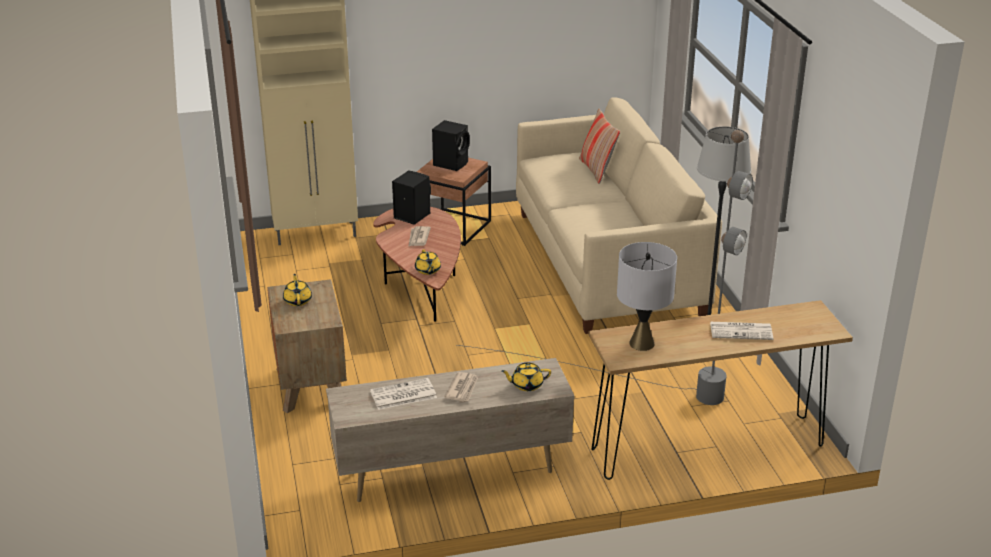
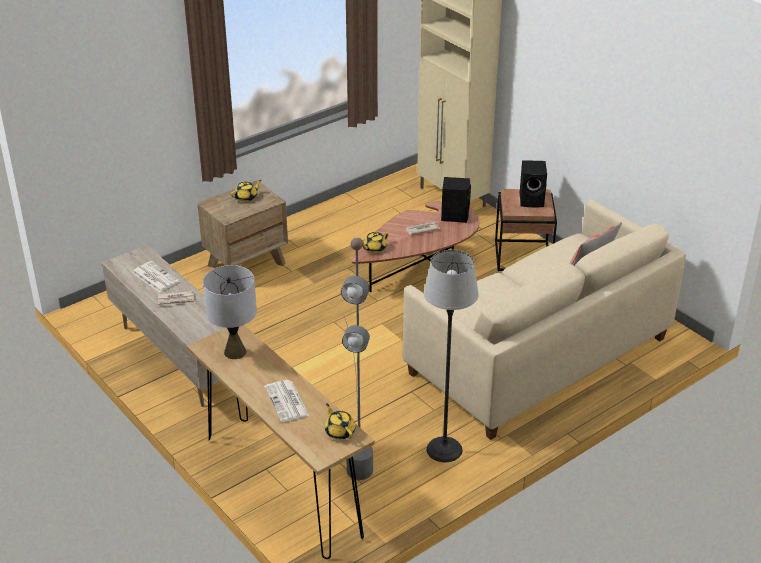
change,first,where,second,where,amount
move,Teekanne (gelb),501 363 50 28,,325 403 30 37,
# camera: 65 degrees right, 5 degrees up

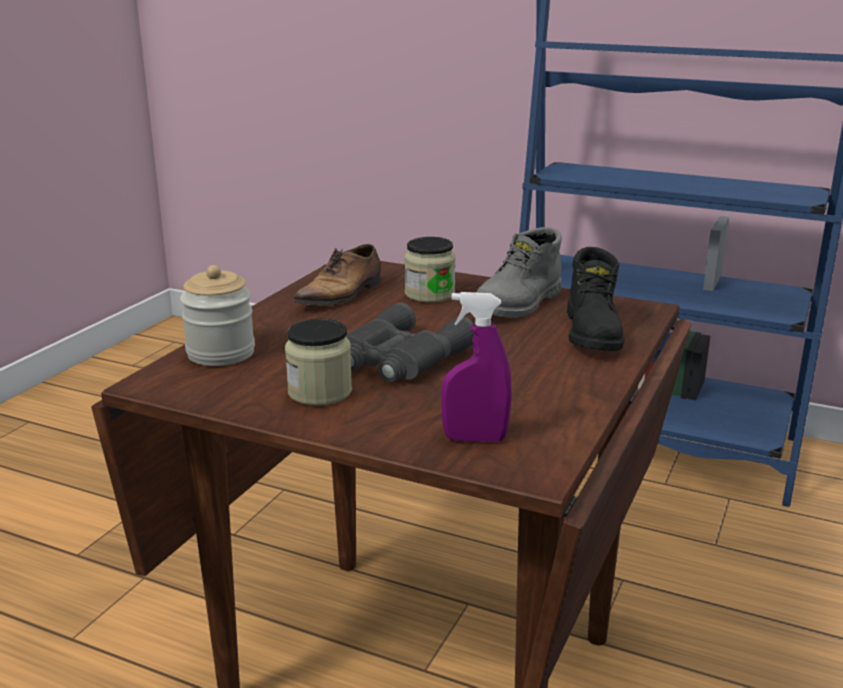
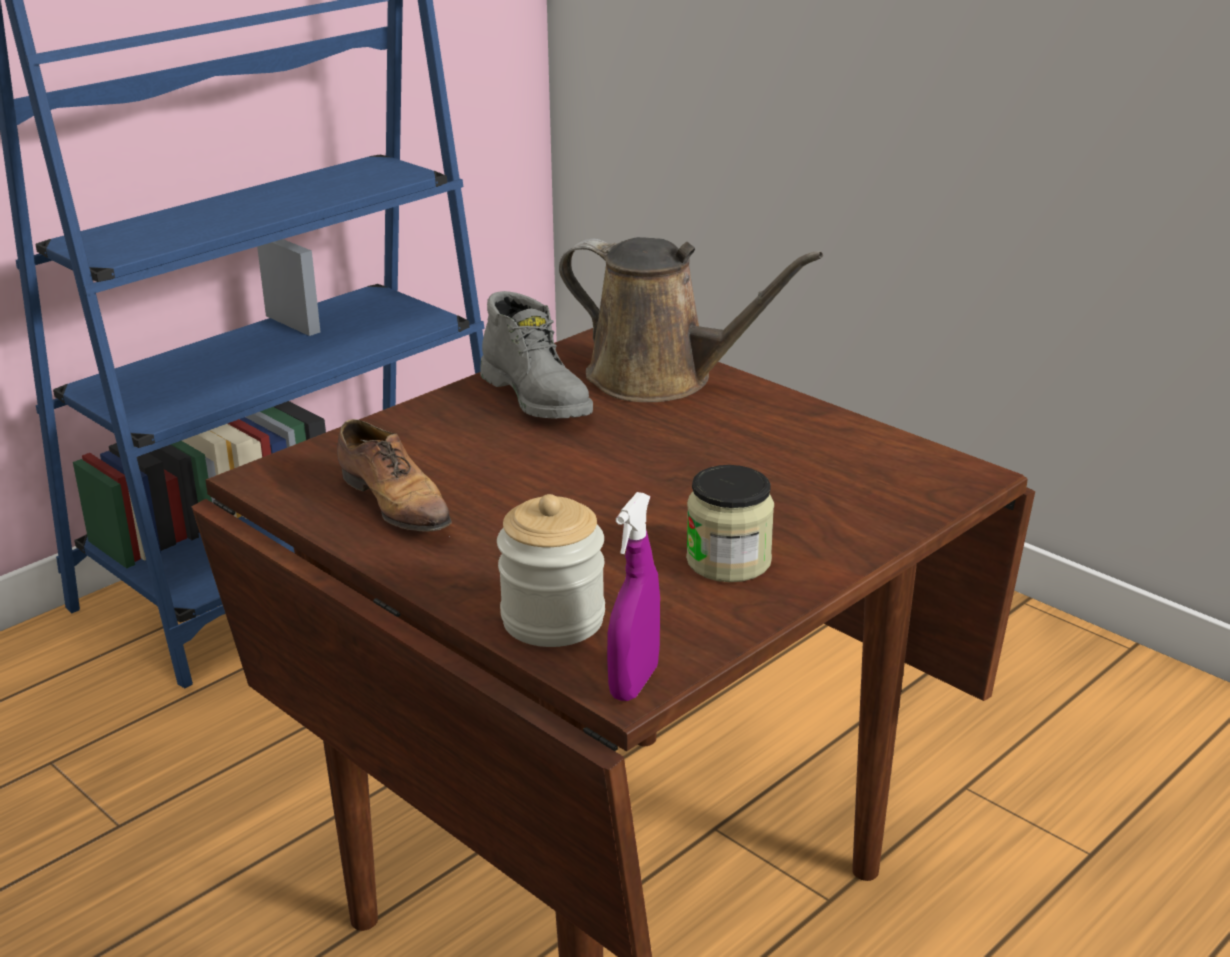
change,first,where,second,where,amount
delete,Vorratsglas,404 237 52 66,,,
replace,Stiefel (schwarz),567 247 58 104,Gießkanne (braun),559 237 264 165,
move,Sprühflasche (lila),441 292 71 150,,607 492 53 209,
delete,Fernglas (grau),346 302 128 80,,,
# camera: 70 degrees left, 5 degrees up

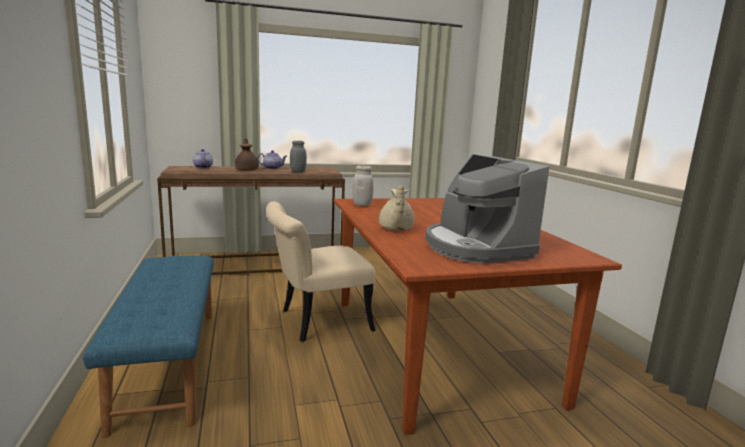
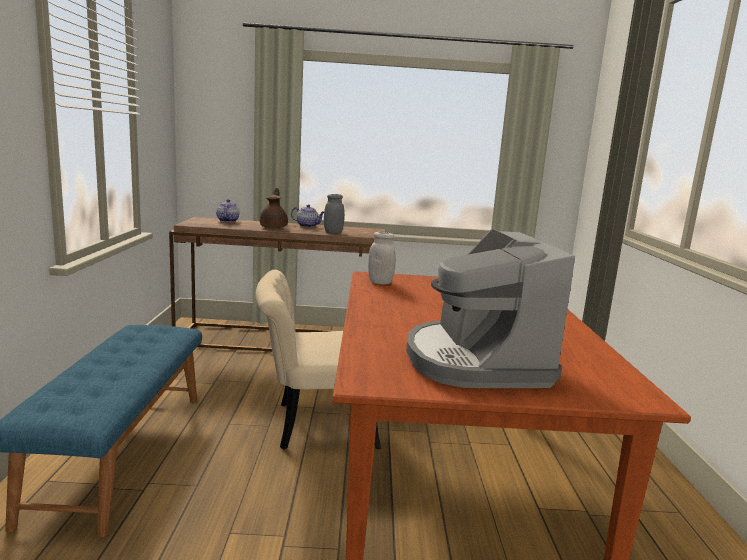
change,first,where,second,where,amount
delete,Teekanne (beige),379 185 35 45,,,
# camera: 15 degrees right, 0 degrees up

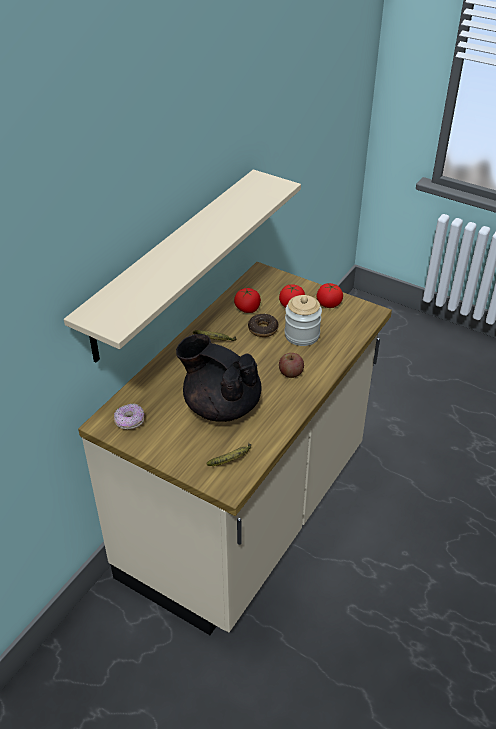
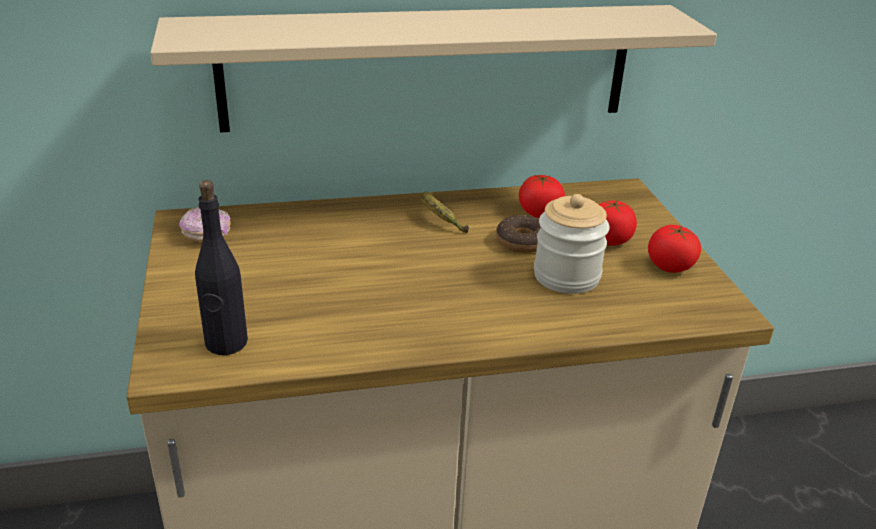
change,first,where,second,where,amount
delete,Teekanne (schwarz),176 334 86 88,,,
delete,Apfel,279 353 25 25,,,
replace,Banane,206 443 45 23,Flasche (schwarz),195 180 53 175,
# camera: 45 degrees right, 10 degrees down

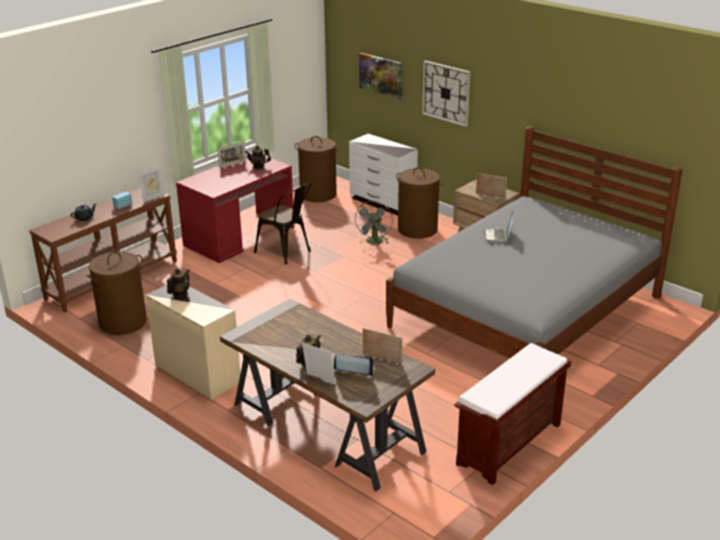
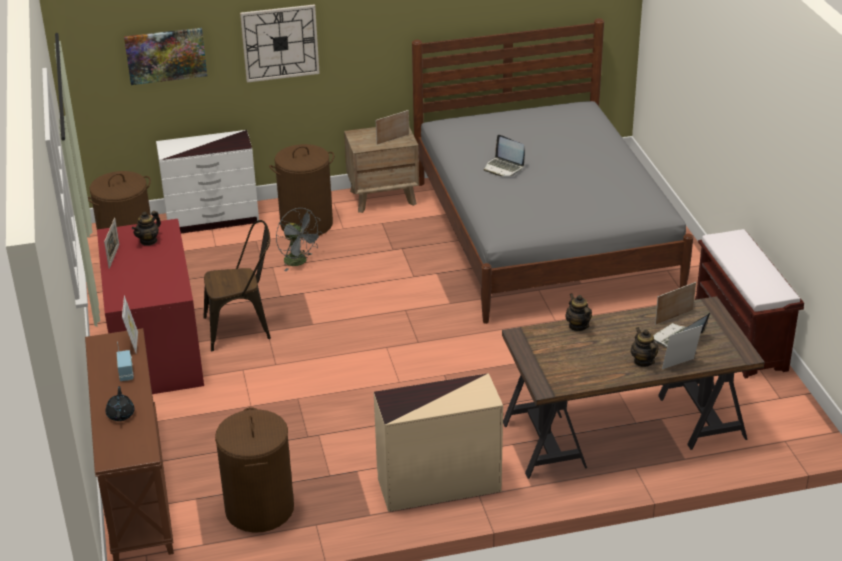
change,first,where,second,where,amount
move,Teekanne,167 268 23 30,,565 293 27 38,
# camera: 55 degrees left, 5 degrees up

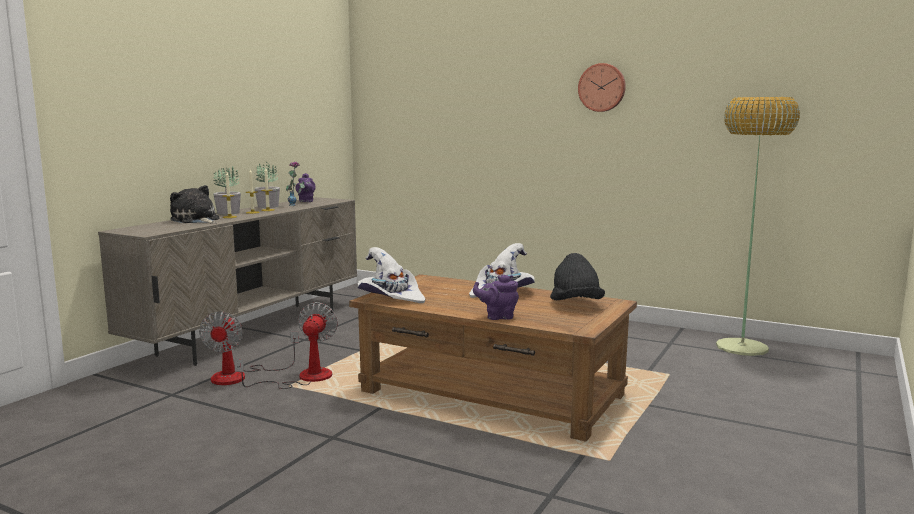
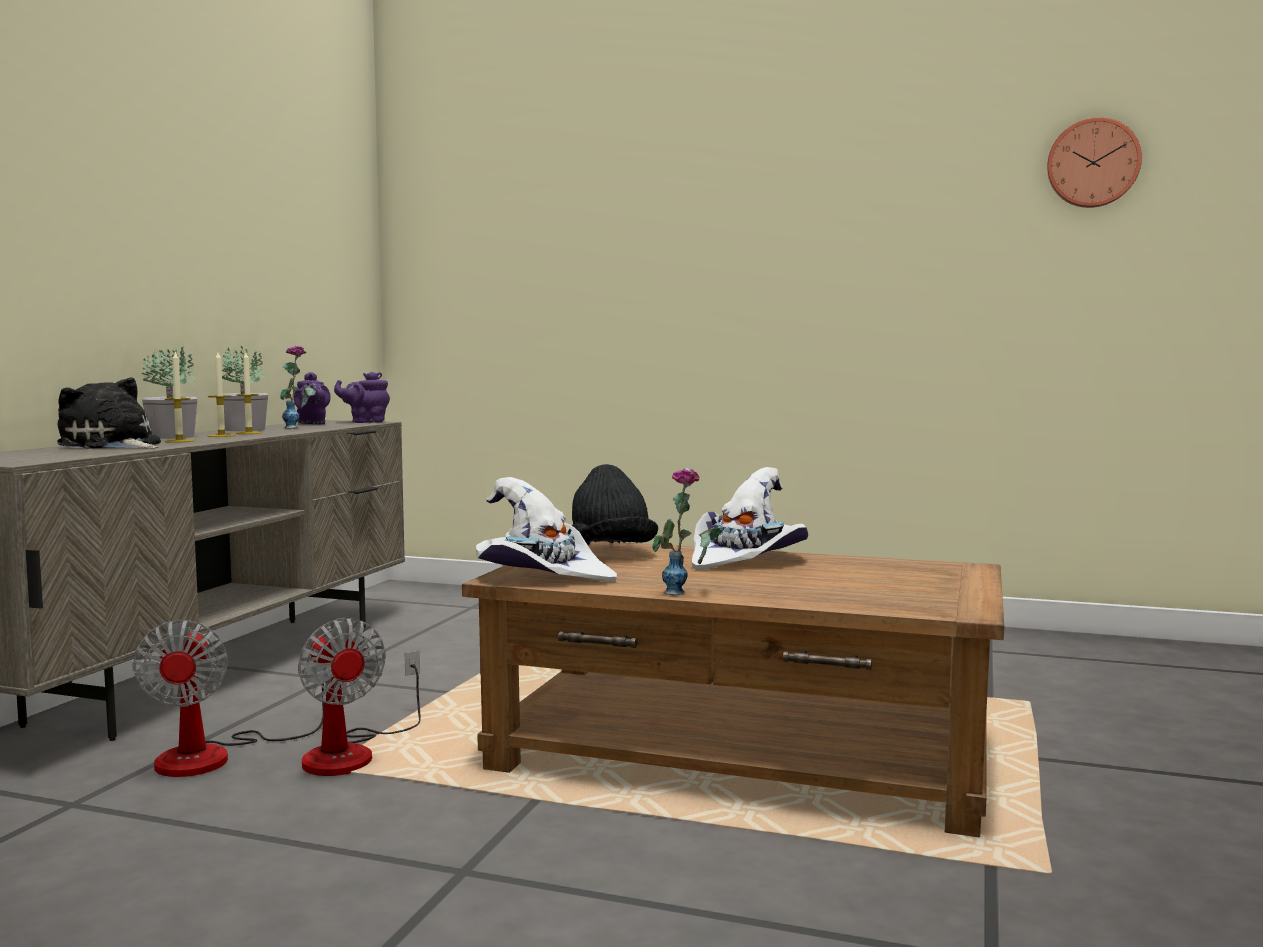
change,first,where,second,where,amount
move,Wanduhr,578 63 48 49,,1047 117 95 91,
delete,Stehlampe,716 97 84 259,,,
move,Hut (schwarz),550 253 55 47,,572 464 86 81,
move,Teekanne (lila),473 275 46 45,,334 372 56 51,
rotate,Ventilator,234 302 104 87,,298 618 123 158,150 degrees clockwise
insert,,,Vase,652 468 70 128,
# camera: 10 degrees left, 5 degrees down

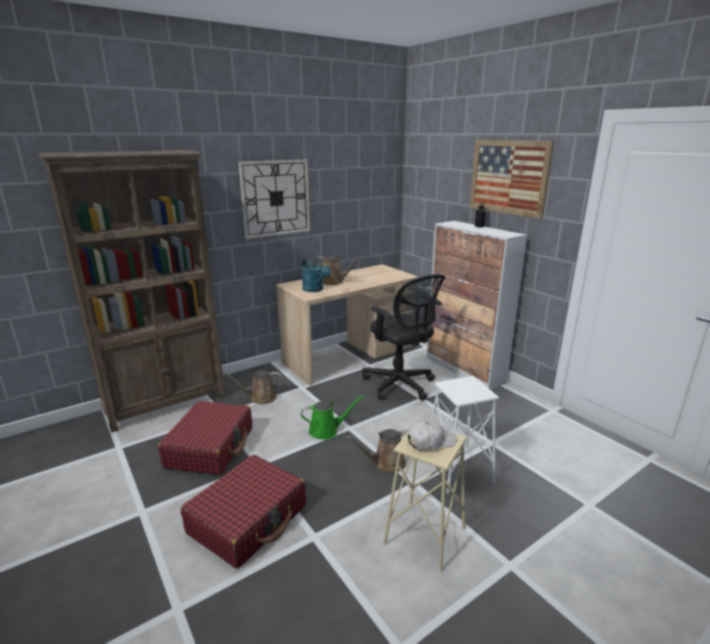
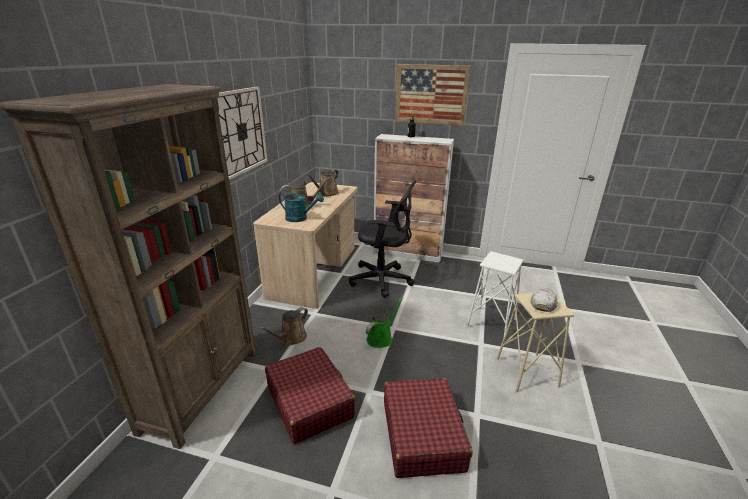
change,first,where,second,where,amount
move,Gießkanne (braun),346 429 62 44,,307 169 32 28,
# camera: 40 degrees left, 5 degrees up

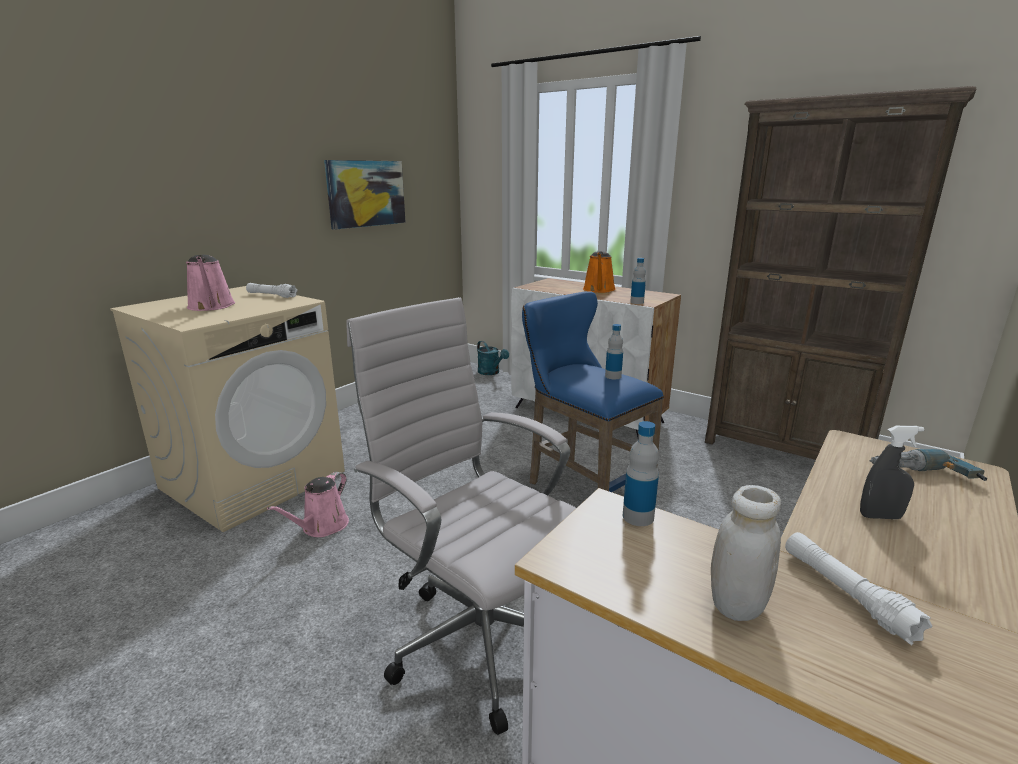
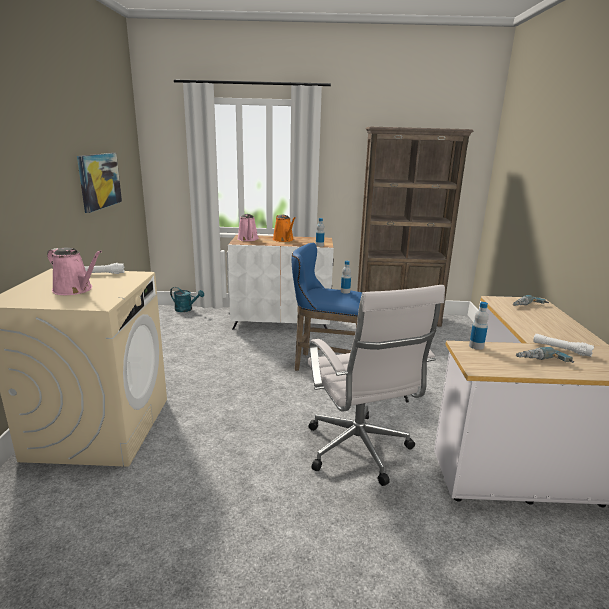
change,first,where,second,where,amount
rotate,Bürostuhl (weiß),346 297 230 438,,308 285 137 201,120 degrees counterclockwise
delete,Sprühflasche (grau),860 426 65 93,,,
move,Gießkanne (rosa),267 472 82 65,,237 214 22 27,
replace,Vorratsglas (weiß),711 485 70 136,Bohrmaschine,516 347 58 16,
# camera: 35 degrees left, 0 degrees up

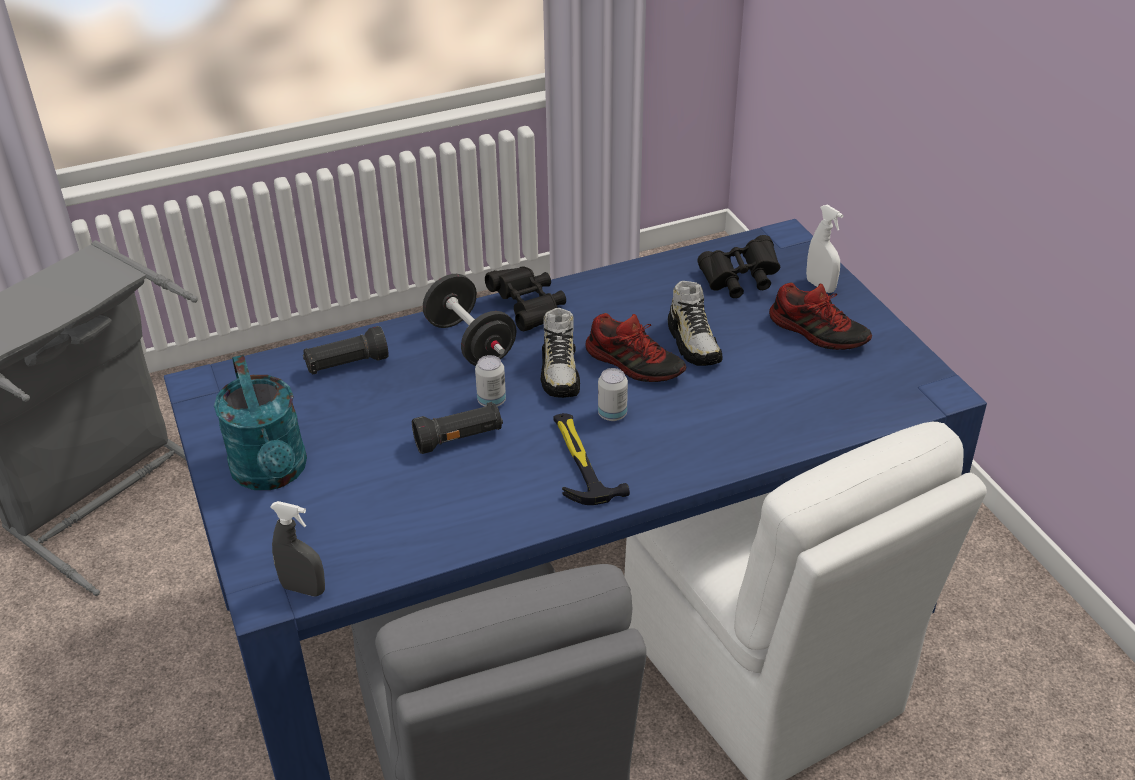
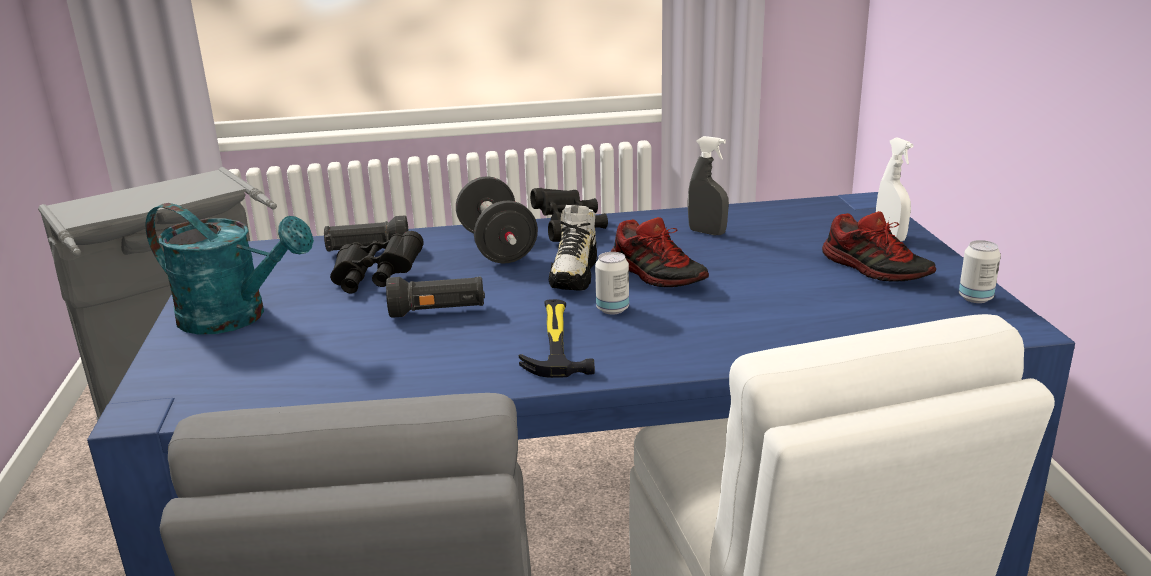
change,first,where,second,where,amount
move,Fernglas (schwarz),697 235 83 63,,330 231 94 62,
delete,Schuh,668 281 55 85,,,
rotate,Gießkanne (türkis),214 355 93 135,,145 203 169 132,60 degrees counterclockwise
move,Dose,475 355 31 52,,959 240 42 63,
move,Sprühflasche (grau),270 501 55 95,,687 136 42 99,
# camera: 15 degrees right, 15 degrees down

